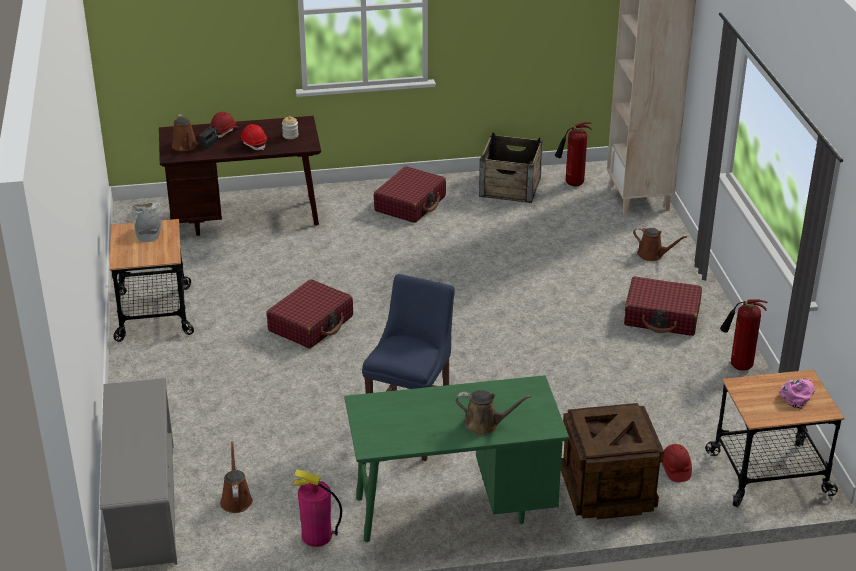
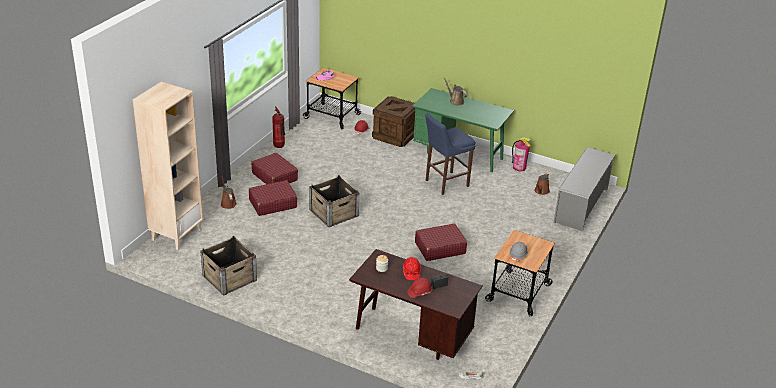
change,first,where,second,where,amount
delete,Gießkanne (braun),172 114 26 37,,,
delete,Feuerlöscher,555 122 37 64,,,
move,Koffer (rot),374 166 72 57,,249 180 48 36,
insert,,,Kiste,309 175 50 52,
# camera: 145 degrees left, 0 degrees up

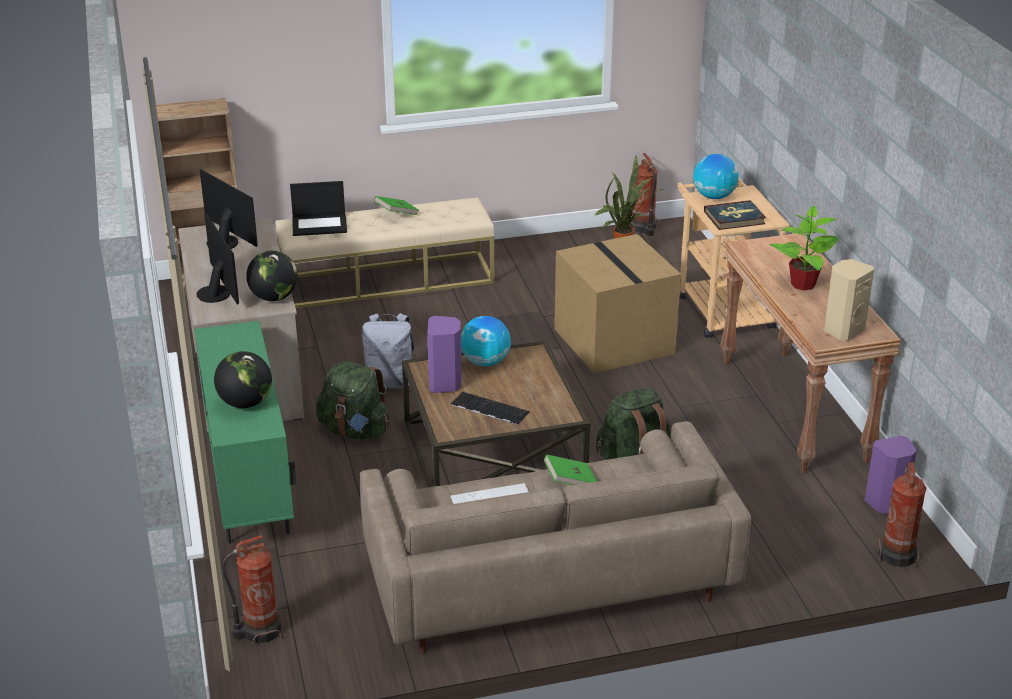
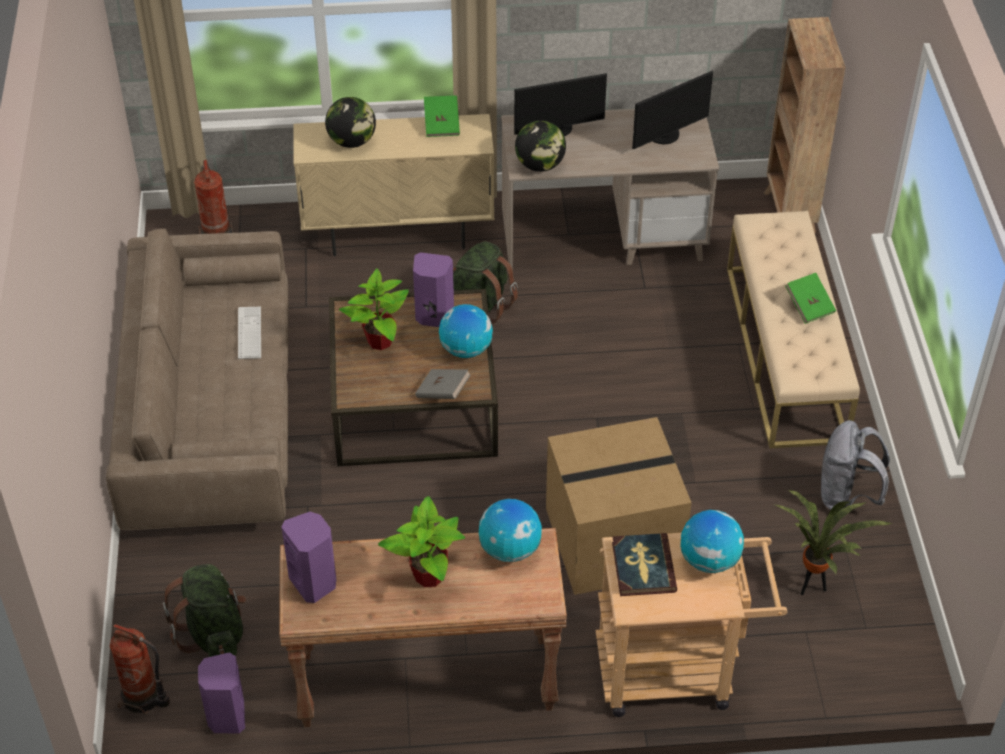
change,first,where,second,where,amount
delete,Feuerlöscher,629 153 30 83,,,
delete,Laptop,290 181 57 55,,,
recolor,Lautsprecher (beige),824 259 50 82,Lautsprecher (lila),282 512 54 91,
move,Rucksack (grau),362 313 53 75,,821 420 69 90,
recolor,Schrank (grün),194 321 103 223,Schrank (beige),294 114 200 142,
move,Rucksack (grün),596 388 75 72,,163 564 83 93,
replace,Tastatur,451 392 78 33,Topfpflanze,339 268 70 82,
move,Buch (grün),544 455 53 30,,424 95 36 42,
insert,,,Buch (grau),415 369 56 30,
insert,,,Globus,479 499 63 63,
# camera: 100 degrees right, 15 degrees up

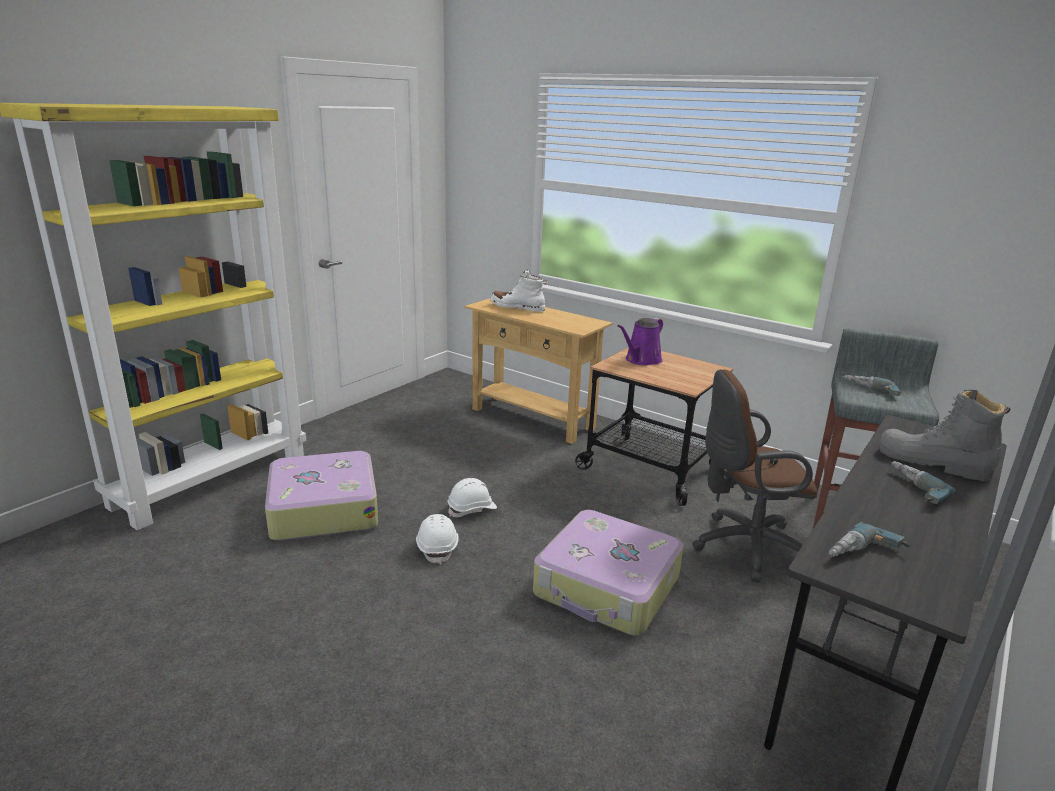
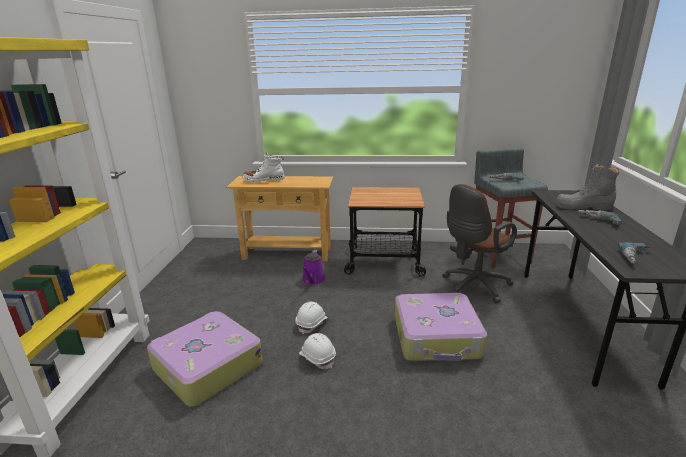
change,first,where,second,where,amount
move,Gießkanne (lila),618 318 45 48,,302 250 24 35,
# camera: 30 degrees left, 0 degrees up

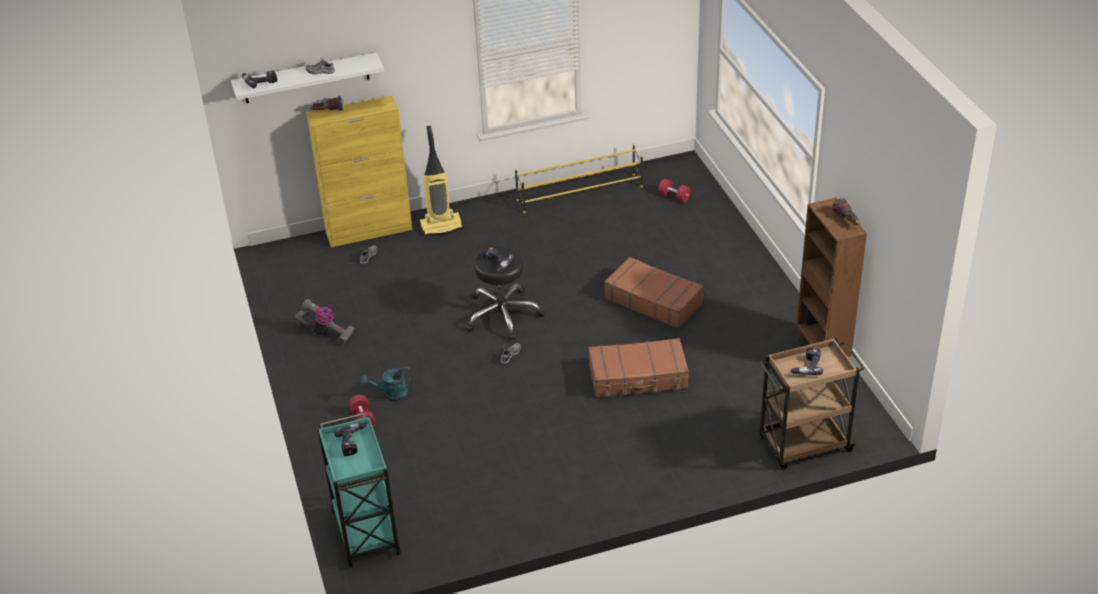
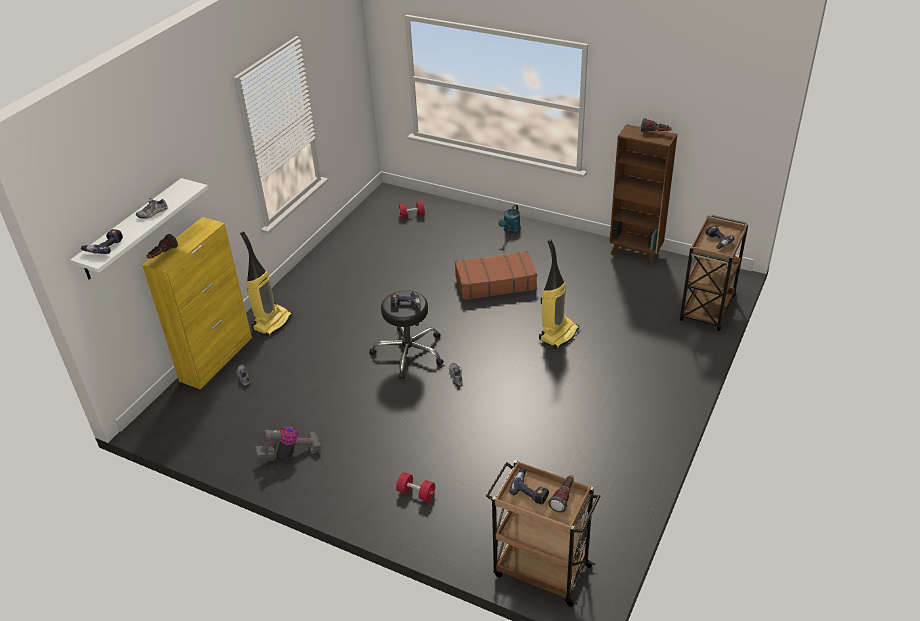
change,first,where,second,where,amount
delete,Schuhregal (gelb),515 144 128 69,,,
replace,Koffer (braun),589 338 100 60,Staubsauger,539 239 40 110,
move,Gießkanne (türkis),361 367 51 34,,499 204 21 29,
recolor,Rollwagen (türkis),318 413 83 155,Rollwagen (braun),486 460 115 147,
insert,,,Taschenlampe,548 475 26 38,
# camera: 45 degrees left, 0 degrees up

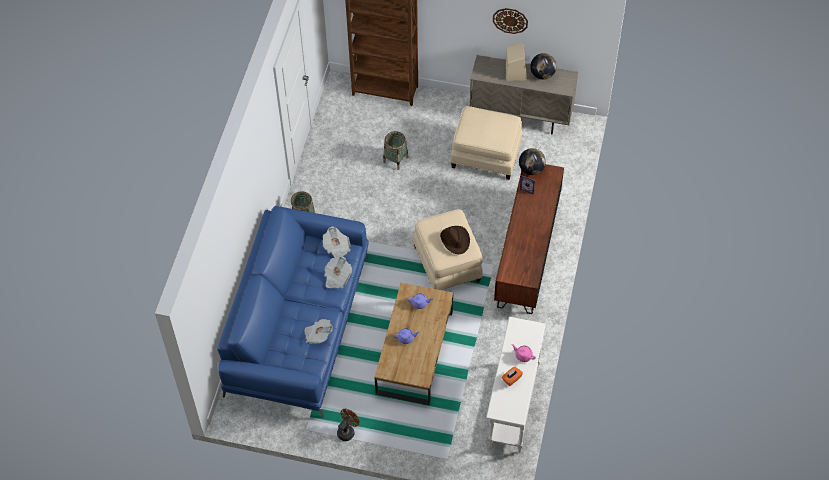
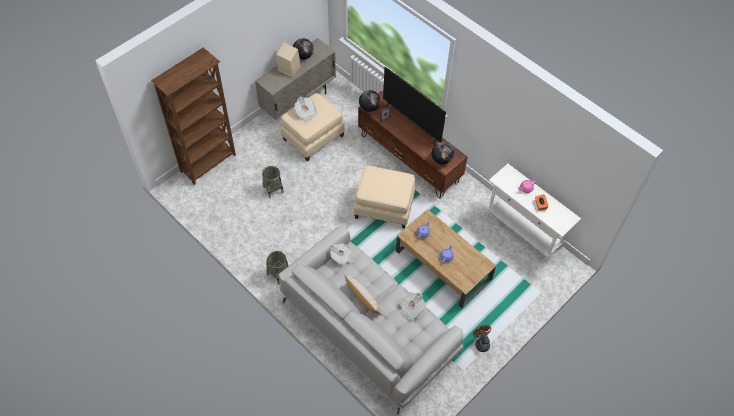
change,first,where,second,where,amount
delete,Wanduhr,493 8 35 26,,,
recolor,Sofa (blau),217 206 152 212,Sofa (grau),279 226 184 189,
delete,Hut (braun),440 226 30 28,,,
move,Zeitung,324 257 28 31,,295 97 22 25,
insert,,,Fernseher,383 67 63 77,
insert,,,Globus,432 142 22 22,
insert,,,Kissen (beige),344 275 38 41,
# camera: 60 degrees left, 0 degrees up

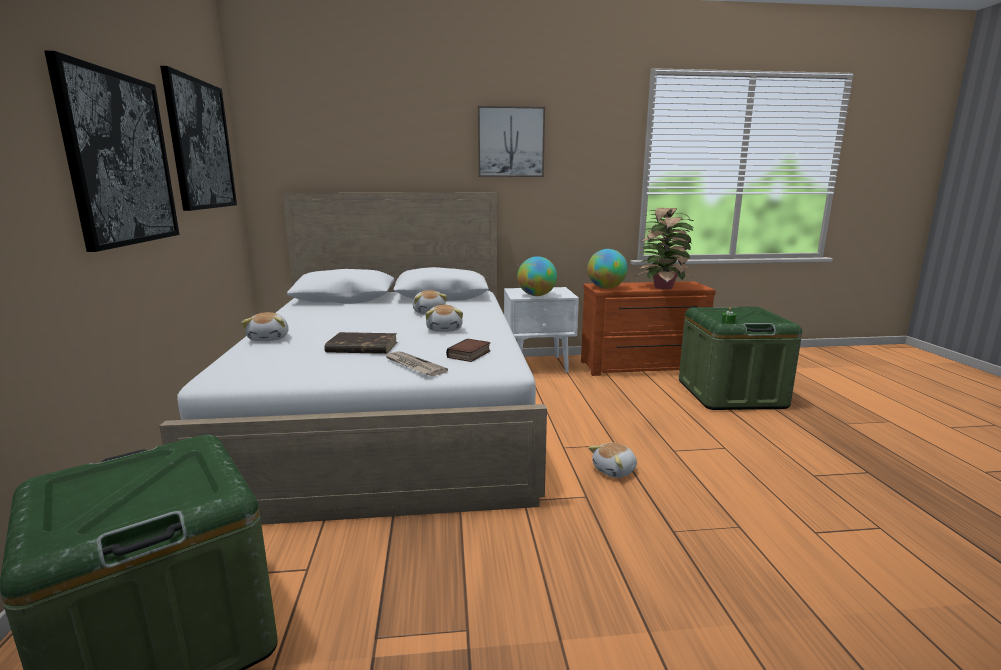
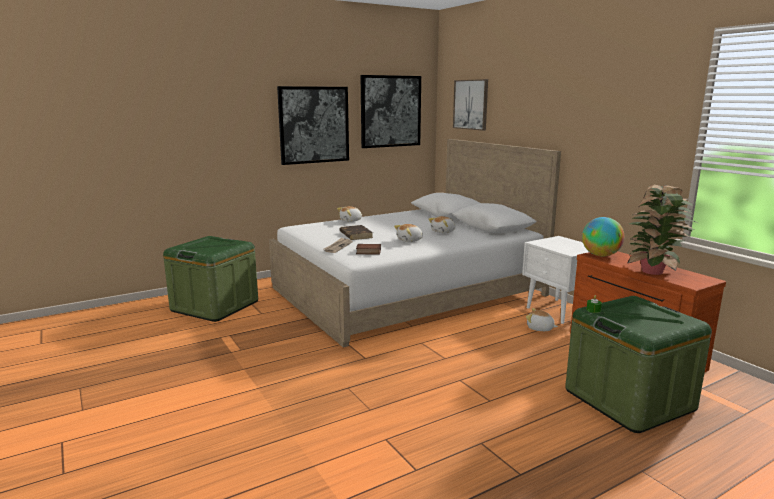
change,first,where,second,where,amount
move,Bild,478 106 67 71,,453 79 35 52,
delete,Globus,517 256 40 40,,,
move,Plüschtier,588 443 49 35,,526 308 32 23,
# camera: 65 degrees right, 0 degrees up

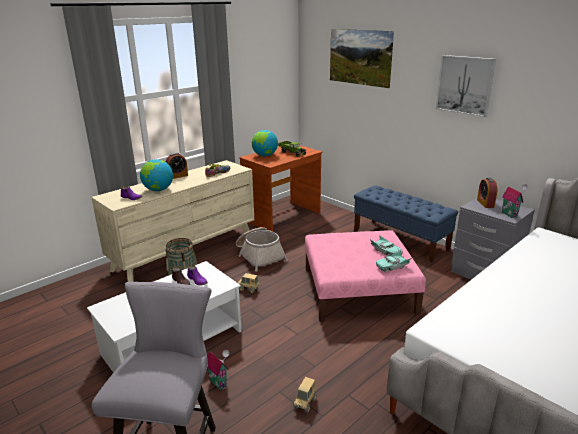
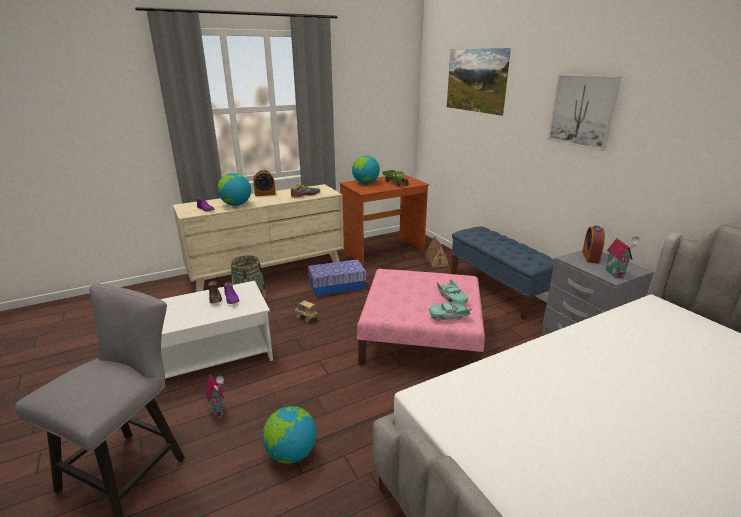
change,first,where,second,where,amount
replace,Korb,236 227 52 44,Aufbewahrungsbox,308 259 58 37,
replace,Spielzeuglaster,293 377 24 36,Globus,262 406 55 58,
insert,,,Spielzeughaus,424 236 25 31,
# camera: 15 degrees right, 0 degrees up

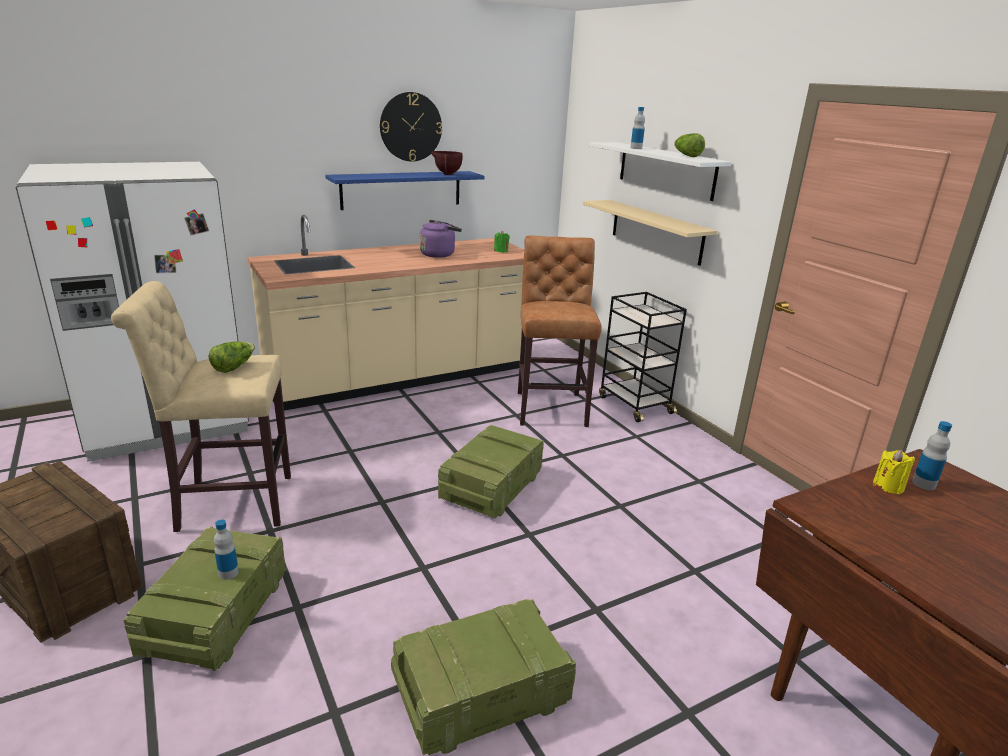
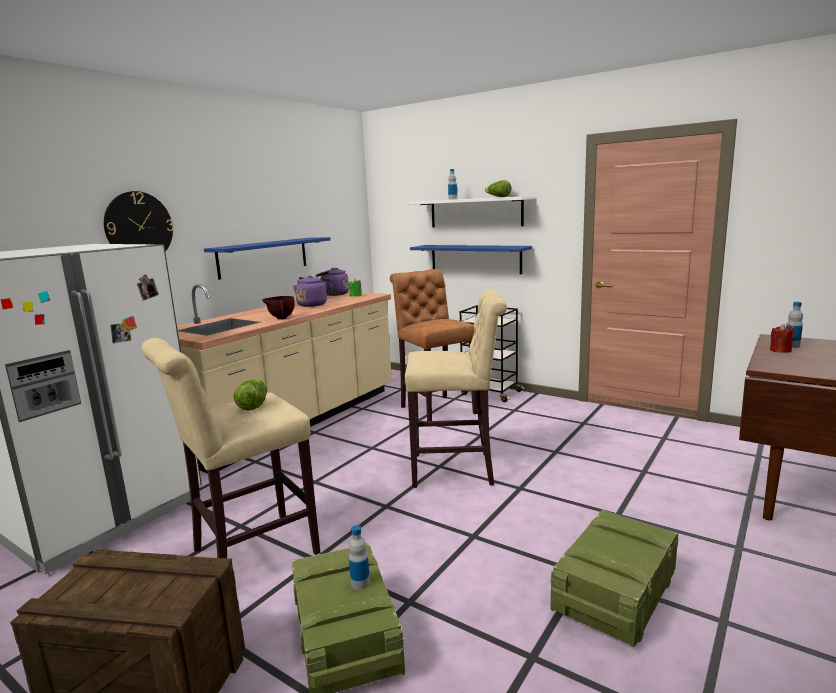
change,first,where,second,where,amount
move,Wanduhr,380 92 62 70,,104 191 70 61,
move,Schüssel (braun),431 151 32 24,,262 296 33 23,
recolor,Wandregal (beige),583 200 135 66,Wandregal (blau),410 245 122 29,
replace,Kiste,438 425 106 94,Hocker (beige),405 289 102 199,
recolor,Kerze (gelb),873 450 42 44,Kerze (rot),770 324 24 29,
insert,,,Wasserkessel (lila),316 268 33 28,
# camera: 25 degrees left, 10 degrees down

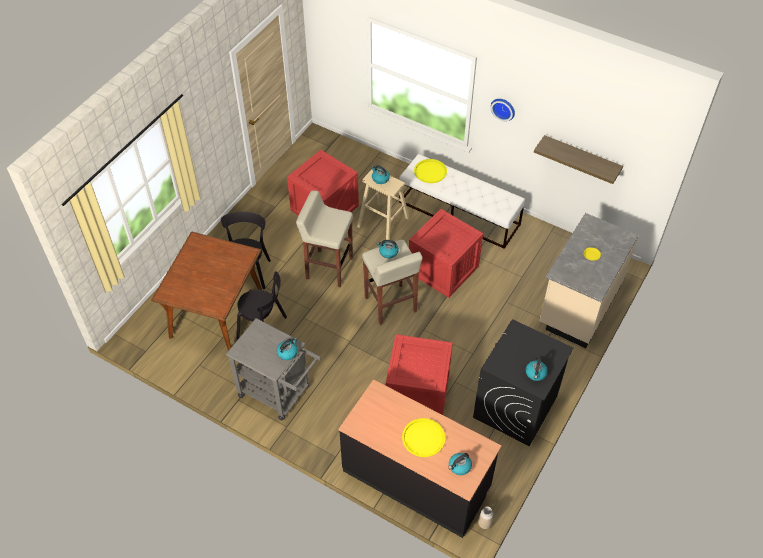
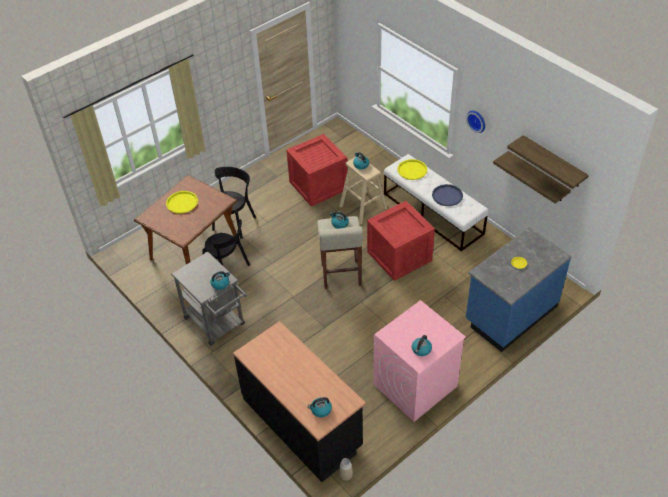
change,first,where,second,where,amount
delete,Hocker (beige),296 190 57 97,,,
recolor,Küchenzeile (beige),540 213 99 135,Küchenzeile (blau),466 228 106 124,
recolor,Waschmaschine (schwarz),473 319 101 127,Waschmaschine (rosa),374 300 92 122,
delete,Kiste,386 334 67 81,,,
move,Tablett (gelb),402 418 43 39,,166 191 32 23,
insert,,,Wandregal,507 135 82 54,
insert,,,Tablett (blau),432 184 31 22,
# camera: 20 degrees right, 5 degrees down

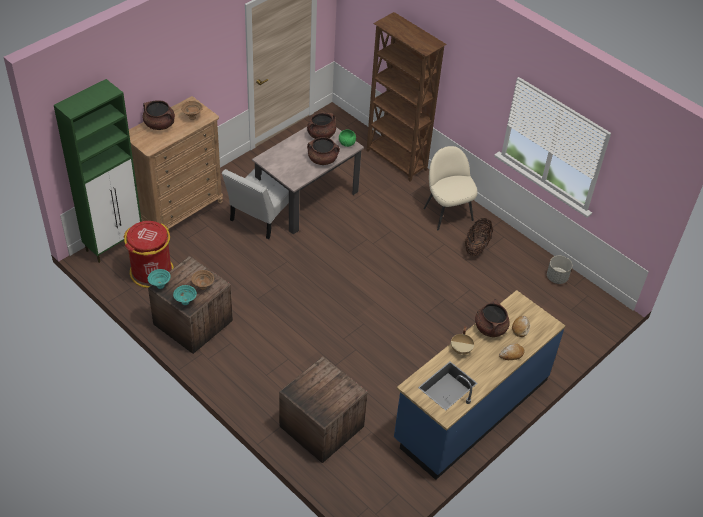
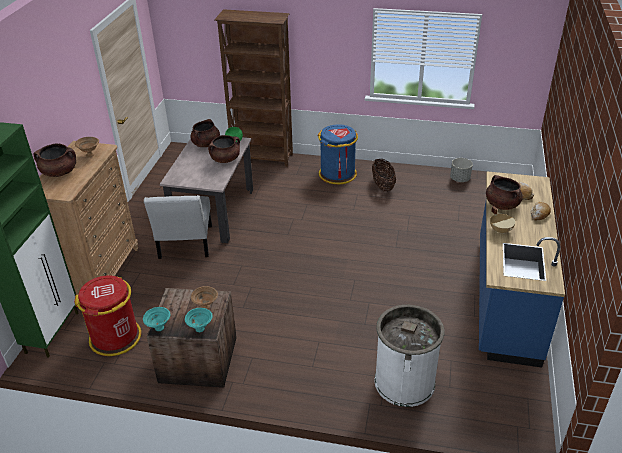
change,first,where,second,where,amount
replace,Stuhl (beige),423 146 54 84,Mülleimer (blau),318 124 40 60,
replace,Kiste,279 356 89 107,Mülleimer (weiß),374 305 71 102,
# camera: 30 degrees left, 10 degrees down

